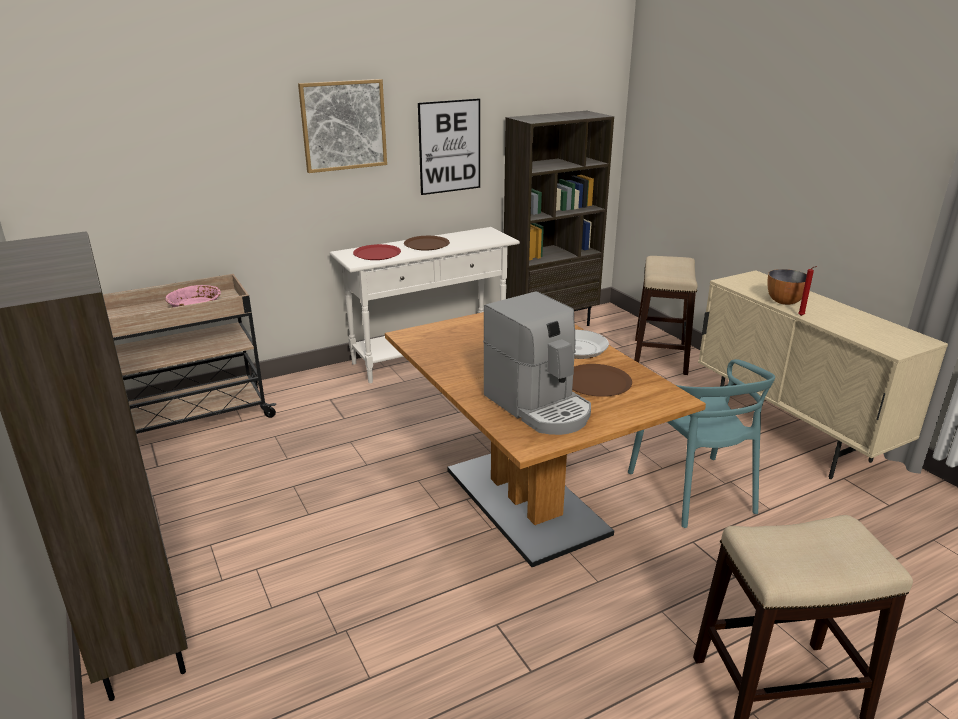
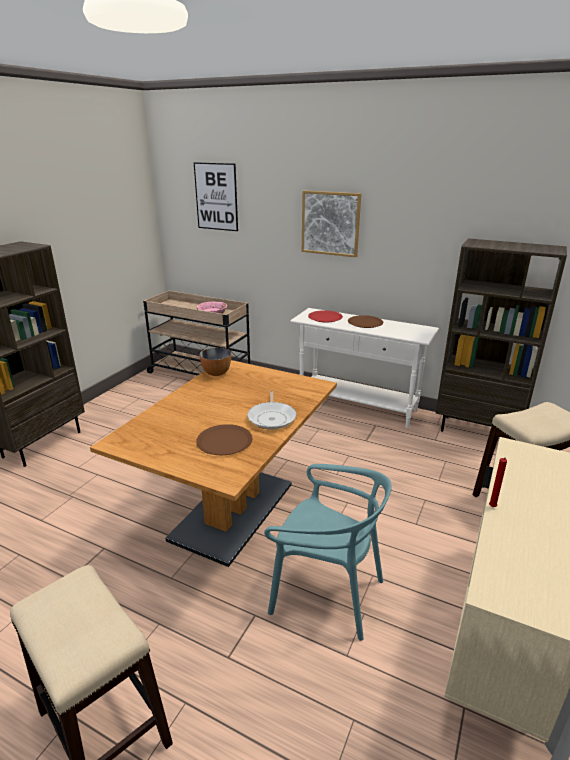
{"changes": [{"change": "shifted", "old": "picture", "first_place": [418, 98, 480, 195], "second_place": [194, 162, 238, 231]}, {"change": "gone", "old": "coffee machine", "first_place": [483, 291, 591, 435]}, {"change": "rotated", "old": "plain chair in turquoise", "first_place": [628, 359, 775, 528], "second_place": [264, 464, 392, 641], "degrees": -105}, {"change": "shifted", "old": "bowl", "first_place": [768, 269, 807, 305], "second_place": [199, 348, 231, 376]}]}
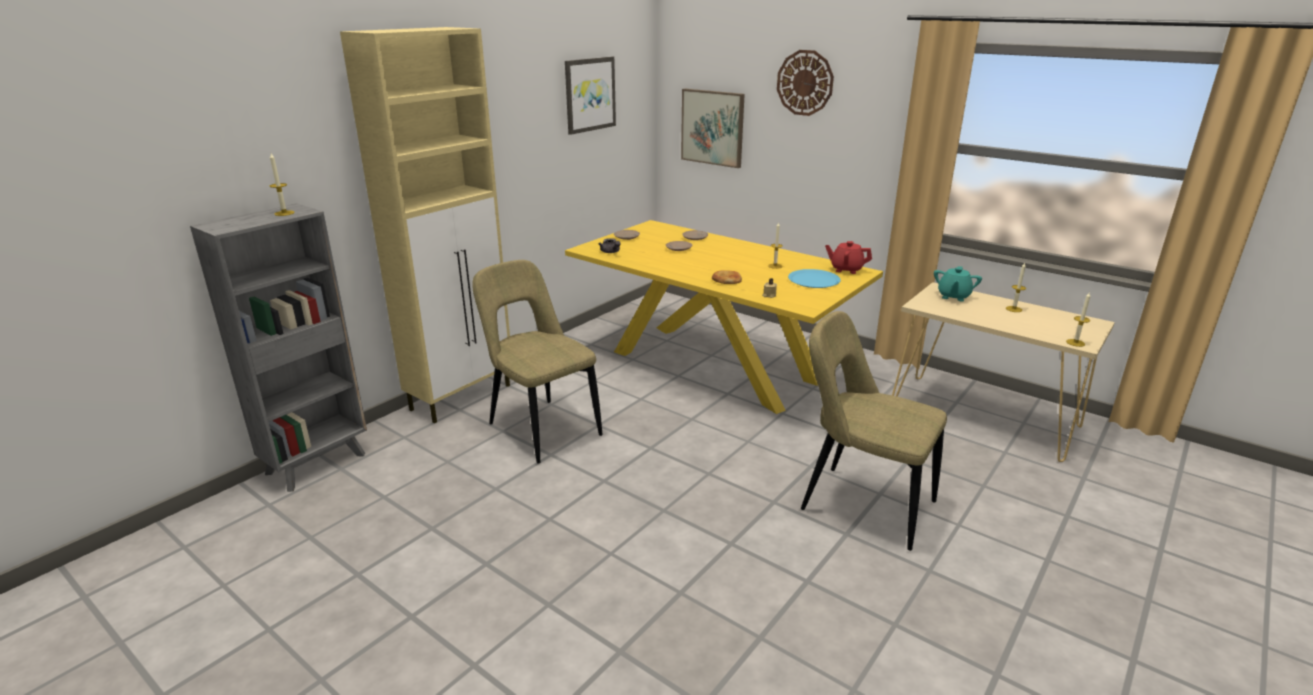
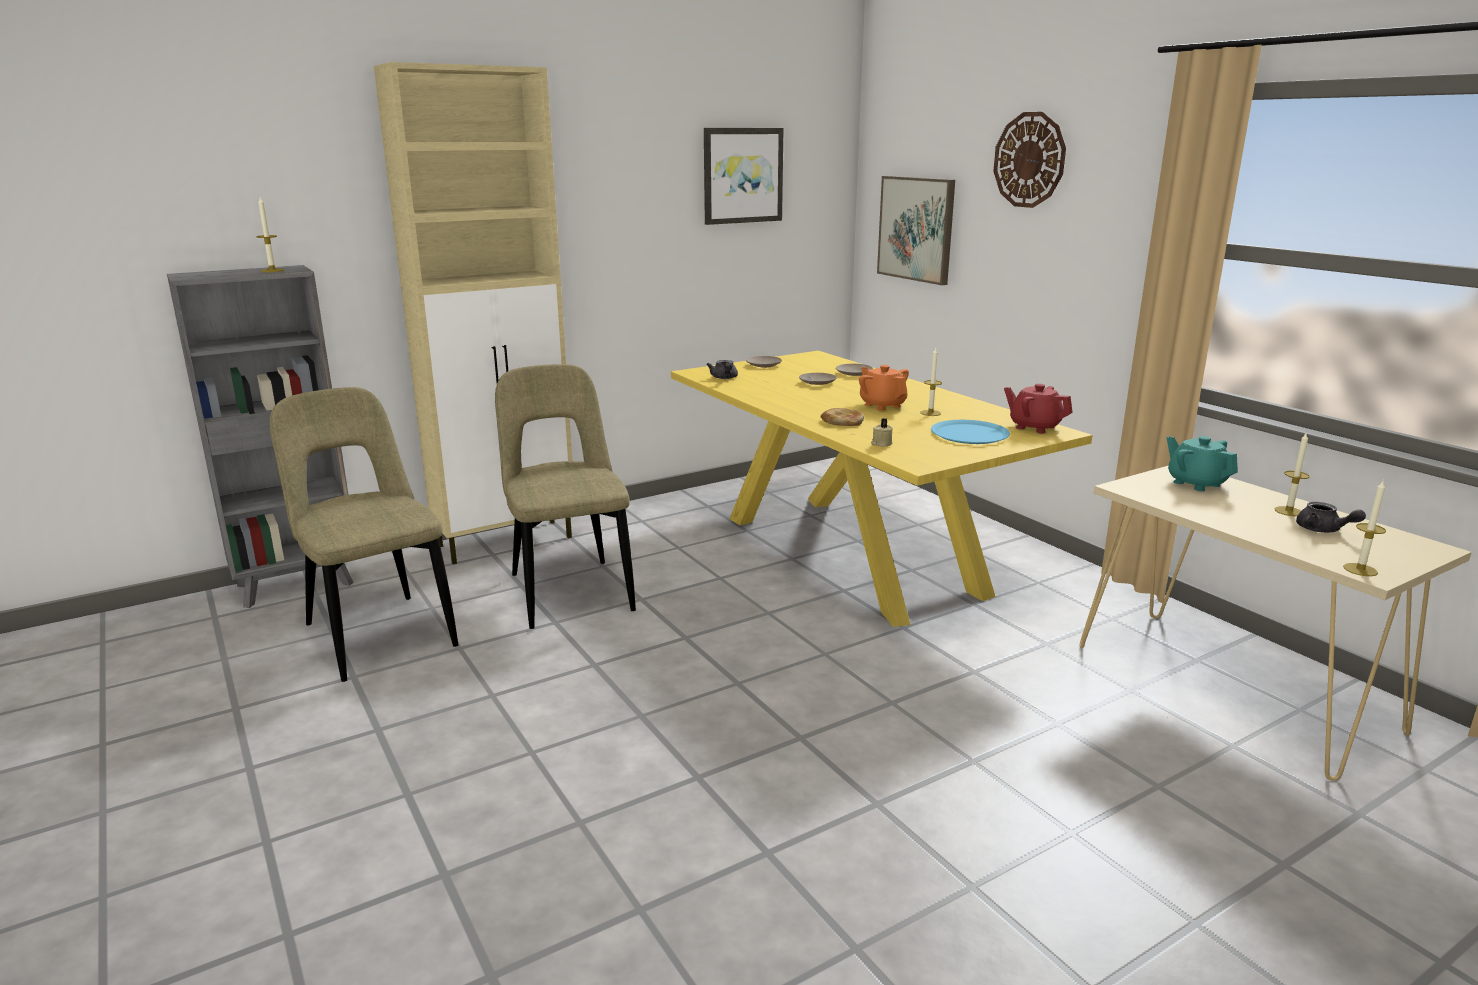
{"changes": [{"change": "shifted", "old": "plain chair in beige-coloured", "first_place": [801, 311, 947, 551], "second_place": [270, 387, 458, 682]}, {"change": "rotated", "old": "pot for tea in turquoise", "first_place": [934, 266, 982, 302], "second_place": [1167, 436, 1238, 491], "degrees": 105}, {"change": "new", "new": "pot for tea in orange", "second_place": [859, 365, 909, 411]}, {"change": "new", "new": "pot for tea in gray", "second_place": [1296, 502, 1366, 533]}]}
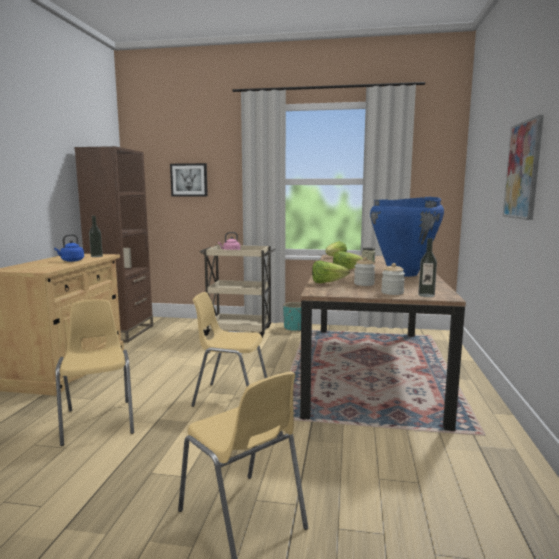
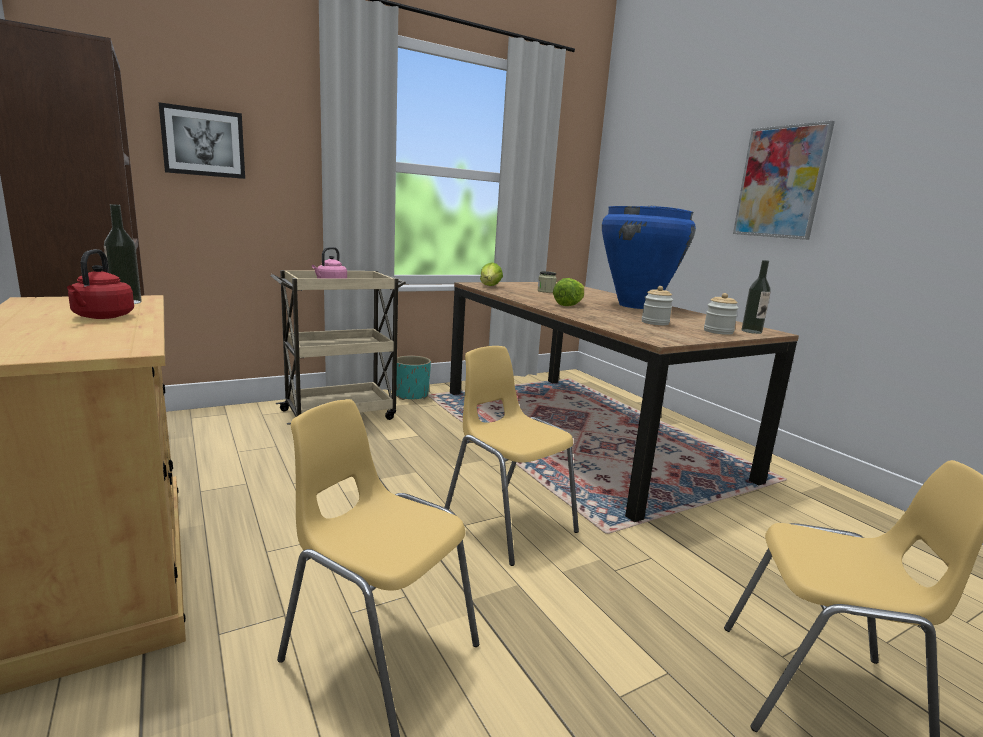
{"changes": [{"change": "repainted", "old": "kettle in blue-coloured", "new": "kettle in reddish", "first_place": [54, 234, 84, 262], "second_place": [67, 249, 134, 319]}, {"change": "rotated", "old": "plain chair in yellowish", "first_place": [191, 292, 267, 407], "second_place": [444, 346, 579, 566], "degrees": 75}, {"change": "gone", "old": "head of lettuce", "first_place": [312, 260, 350, 283]}]}
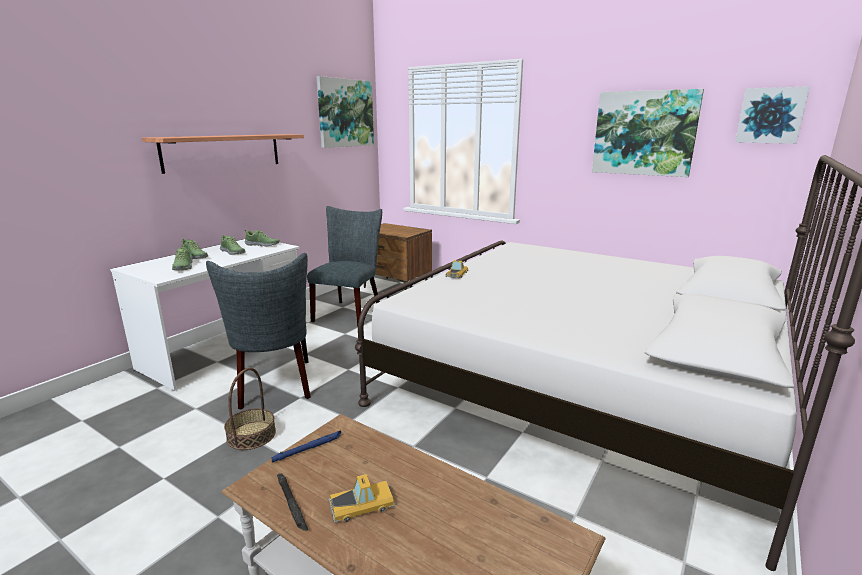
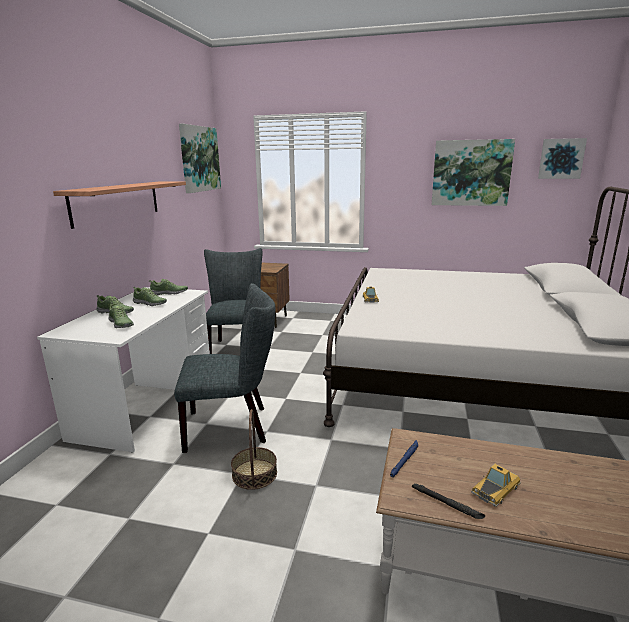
{"changes": [{"change": "rotated", "old": "plain chair in gray", "first_place": [206, 253, 311, 410], "second_place": [174, 283, 275, 453], "degrees": -60}]}
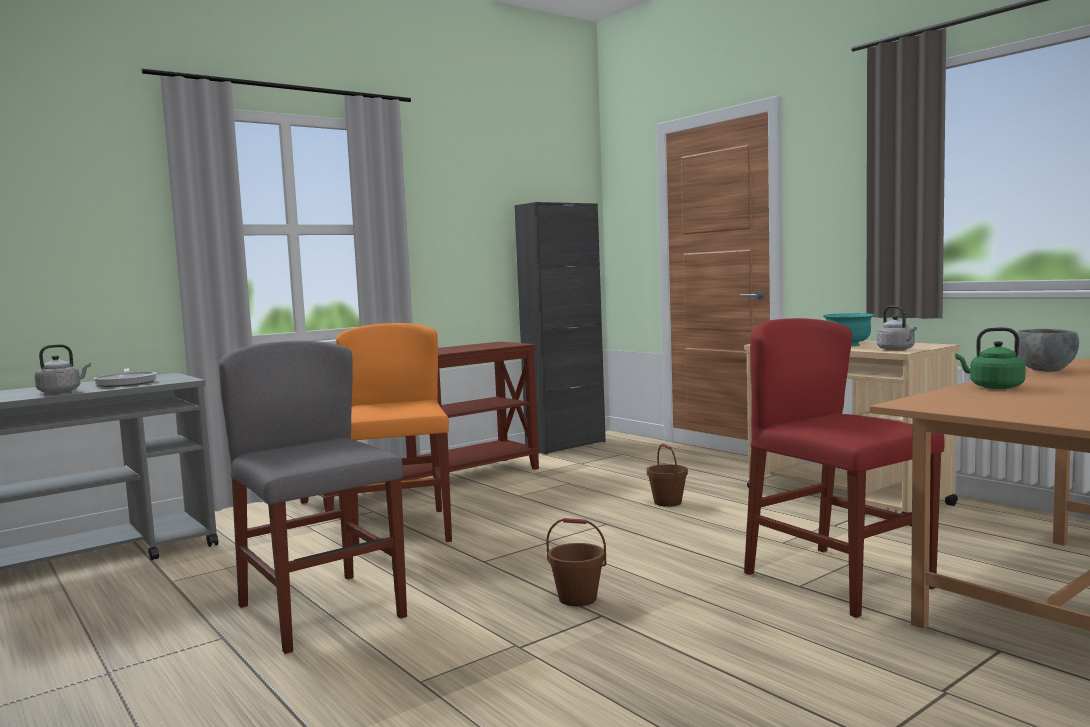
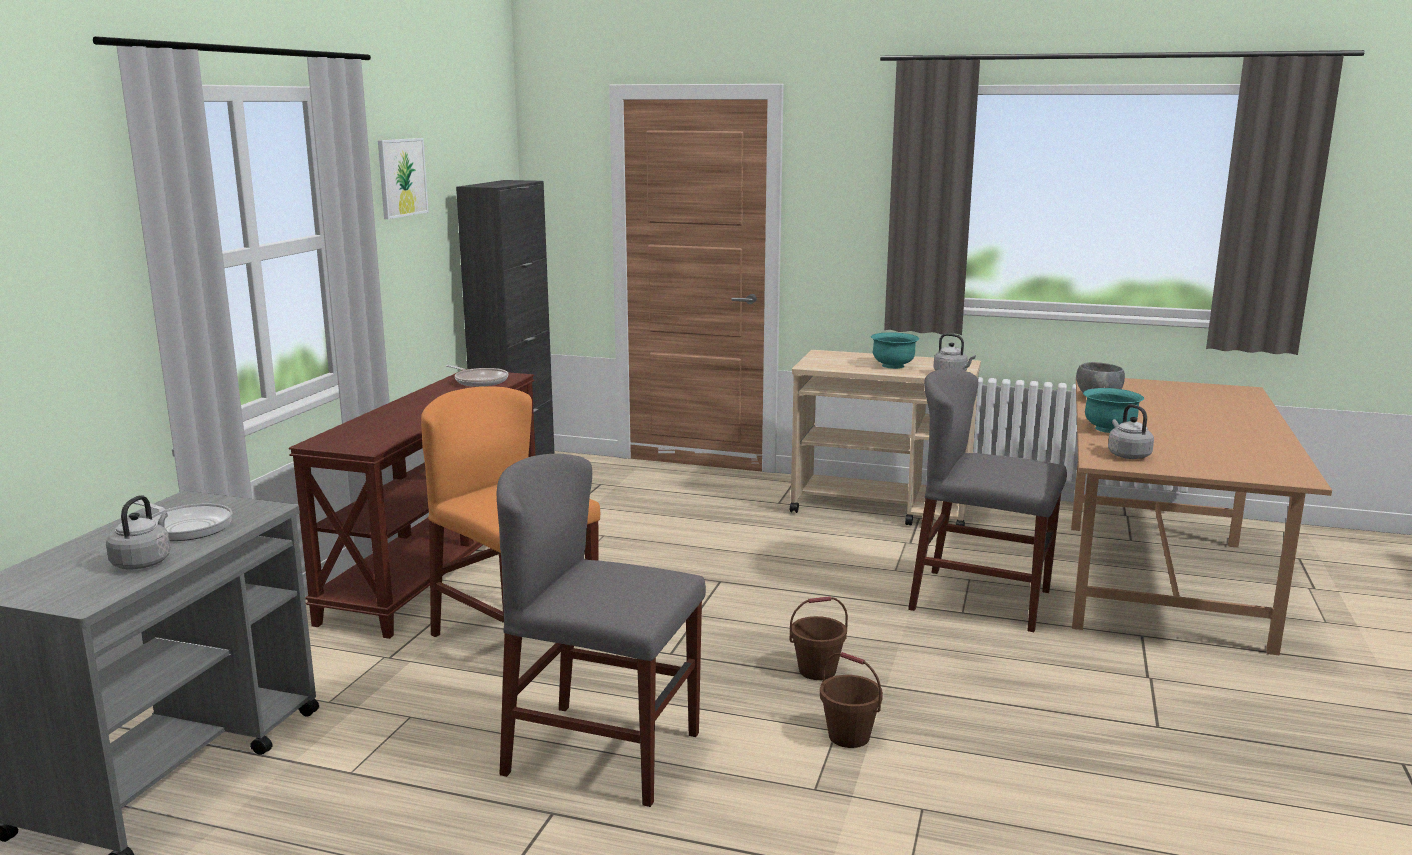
{"changes": [{"change": "shifted", "old": "pail in brownish", "first_place": [647, 443, 688, 507], "second_place": [820, 652, 883, 748]}, {"change": "repainted", "old": "plain chair in reddish", "new": "plain chair in gray", "first_place": [744, 318, 945, 618], "second_place": [908, 369, 1067, 632]}, {"change": "swapped", "old": "kettle in green", "new": "bowl in turquoise", "first_place": [955, 327, 1026, 389], "second_place": [1083, 388, 1144, 433]}, {"change": "new", "new": "picture", "second_place": [378, 138, 429, 219]}, {"change": "new", "new": "skillet", "second_place": [446, 365, 508, 387]}, {"change": "new", "new": "kettle in gray", "second_place": [1108, 404, 1154, 459]}]}
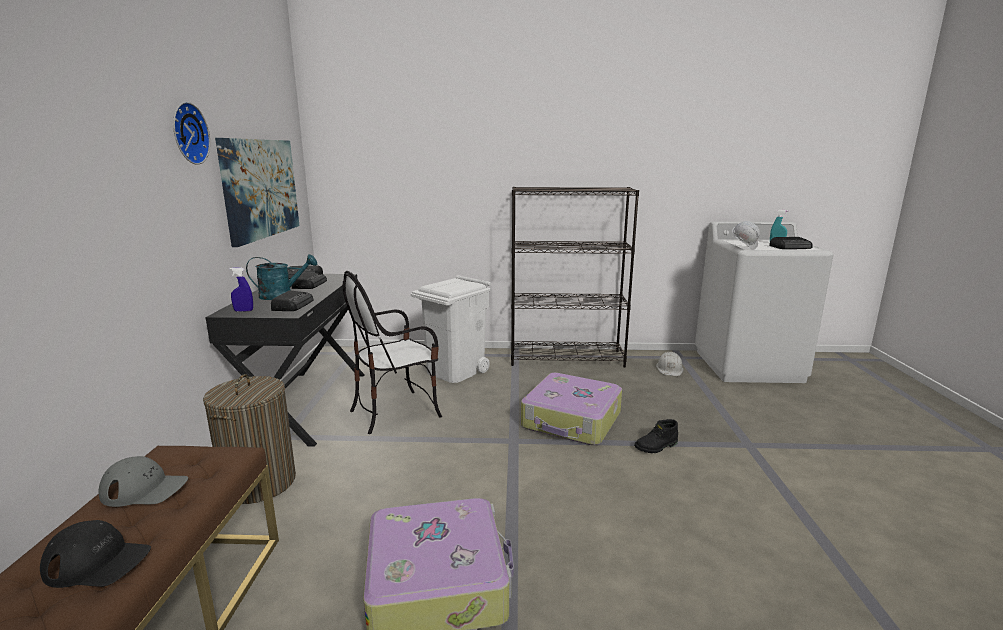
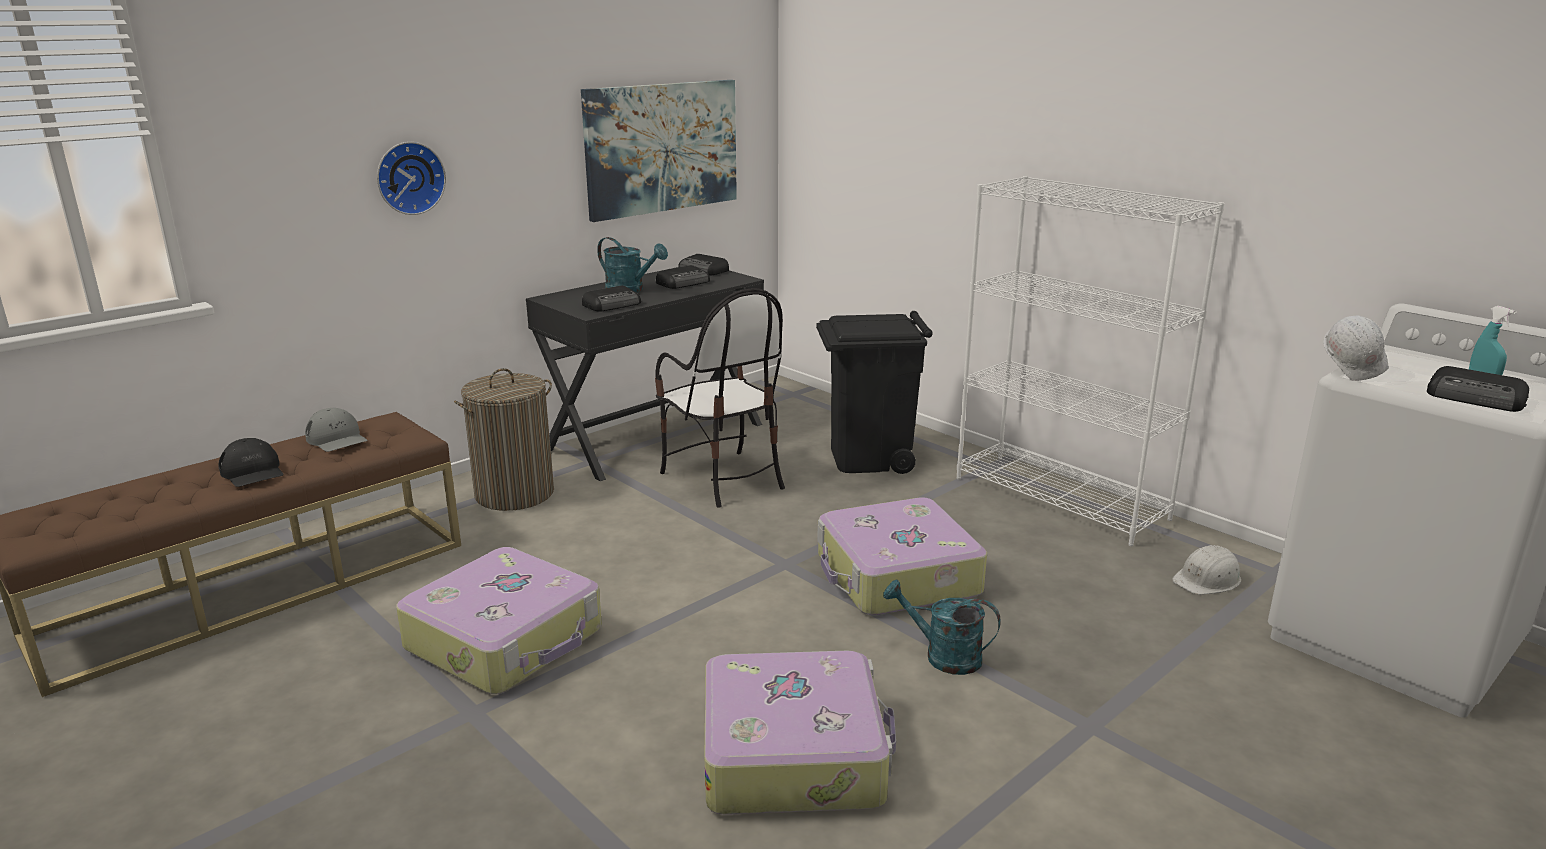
{"changes": [{"change": "shifted", "old": "clock on the wall", "first_place": [173, 102, 210, 165], "second_place": [377, 142, 446, 215]}, {"change": "gone", "old": "spray bottle in blue-coloured", "first_place": [229, 267, 253, 312]}, {"change": "rotated", "old": "plain chair", "first_place": [342, 271, 442, 434], "second_place": [655, 288, 785, 508], "degrees": -135}, {"change": "repainted", "old": "rubbish bin in white-coloured", "new": "rubbish bin in black", "first_place": [411, 275, 491, 383], "second_place": [816, 311, 932, 474]}, {"change": "repainted", "old": "shelving unit in black", "new": "shelving unit in white-coloured", "first_place": [511, 187, 639, 367], "second_place": [957, 176, 1225, 546]}, {"change": "swapped", "old": "tall boot in black", "new": "sprinkling can in turquoise", "first_place": [634, 419, 678, 453], "second_place": [883, 580, 1001, 675]}, {"change": "new", "new": "piece of luggage", "second_place": [705, 651, 896, 814]}]}
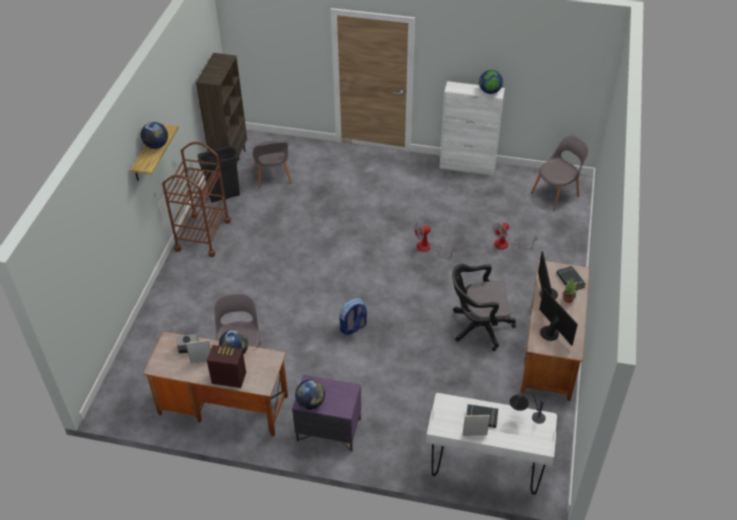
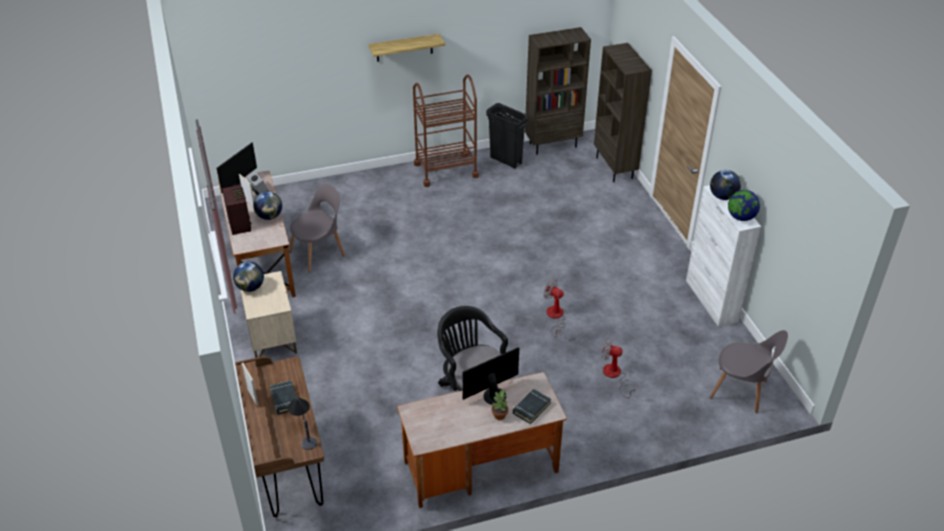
{"changes": [{"change": "shifted", "old": "desk globe", "first_place": [141, 122, 168, 149], "second_place": [710, 170, 741, 200]}, {"change": "gone", "old": "plain chair in gray", "first_place": [253, 141, 292, 189]}, {"change": "repainted", "old": "night table in purple", "new": "night table in beige-coloured", "first_place": [292, 375, 361, 452], "second_place": [241, 271, 297, 358]}, {"change": "gone", "old": "backpack", "first_place": [339, 298, 367, 335]}, {"change": "repainted", "old": "desk in white-coloured", "new": "desk in brownish", "first_place": [426, 393, 557, 495], "second_place": [235, 356, 325, 517]}, {"change": "shifted", "old": "monitor", "first_place": [539, 288, 578, 346], "second_place": [217, 142, 257, 193]}, {"change": "new", "new": "shelving unit in brownish", "second_place": [594, 43, 652, 182]}]}
